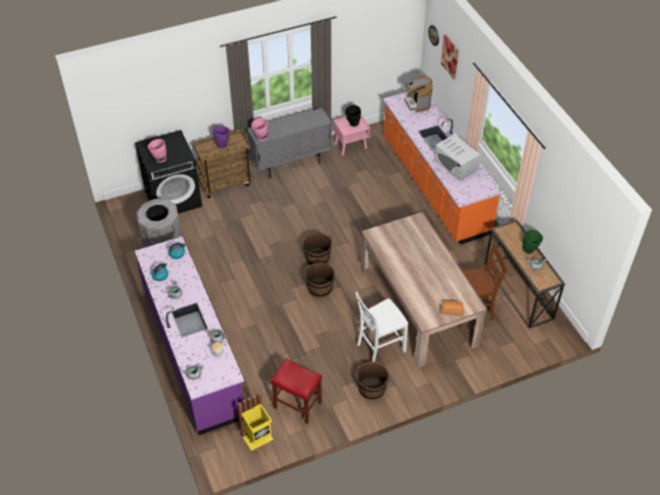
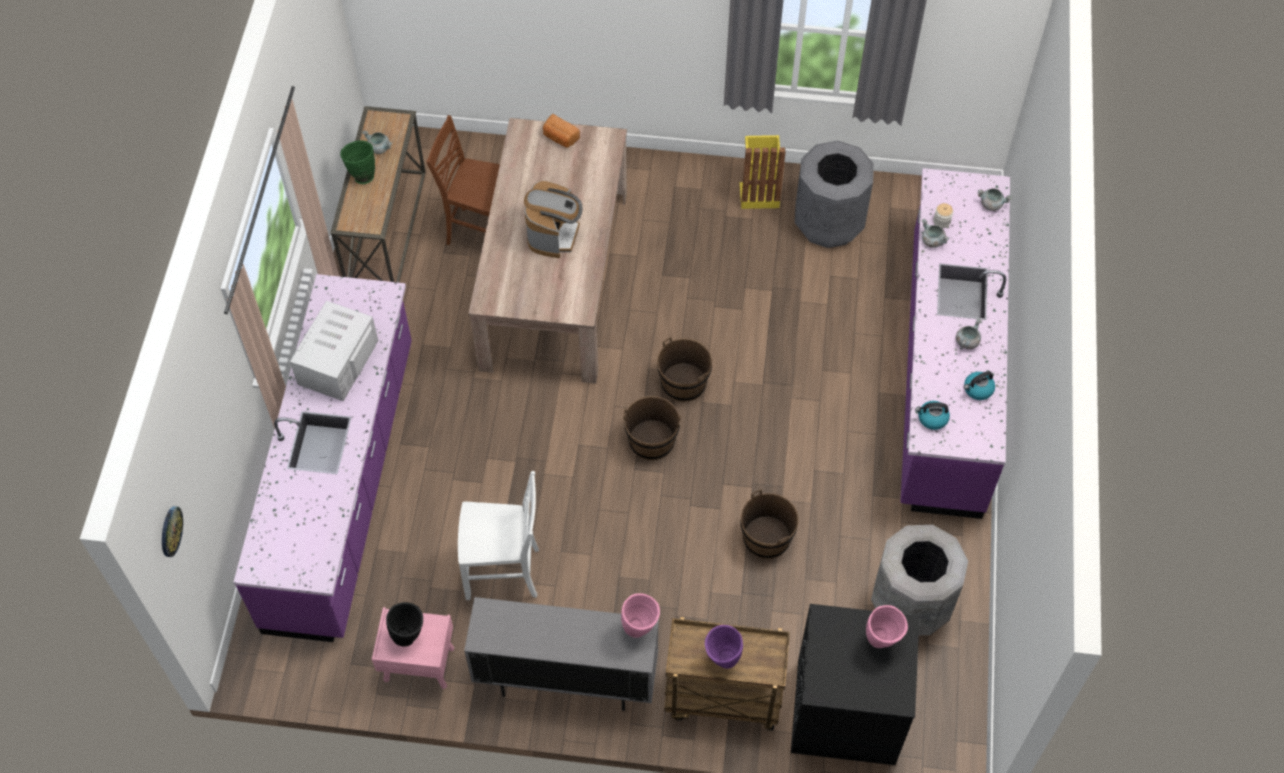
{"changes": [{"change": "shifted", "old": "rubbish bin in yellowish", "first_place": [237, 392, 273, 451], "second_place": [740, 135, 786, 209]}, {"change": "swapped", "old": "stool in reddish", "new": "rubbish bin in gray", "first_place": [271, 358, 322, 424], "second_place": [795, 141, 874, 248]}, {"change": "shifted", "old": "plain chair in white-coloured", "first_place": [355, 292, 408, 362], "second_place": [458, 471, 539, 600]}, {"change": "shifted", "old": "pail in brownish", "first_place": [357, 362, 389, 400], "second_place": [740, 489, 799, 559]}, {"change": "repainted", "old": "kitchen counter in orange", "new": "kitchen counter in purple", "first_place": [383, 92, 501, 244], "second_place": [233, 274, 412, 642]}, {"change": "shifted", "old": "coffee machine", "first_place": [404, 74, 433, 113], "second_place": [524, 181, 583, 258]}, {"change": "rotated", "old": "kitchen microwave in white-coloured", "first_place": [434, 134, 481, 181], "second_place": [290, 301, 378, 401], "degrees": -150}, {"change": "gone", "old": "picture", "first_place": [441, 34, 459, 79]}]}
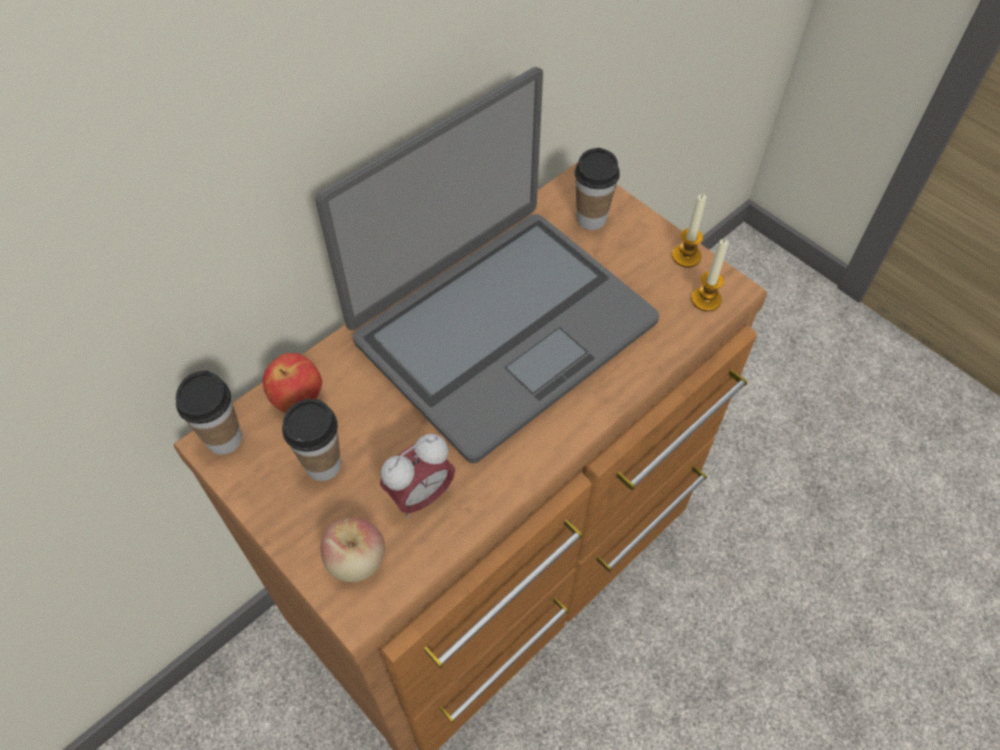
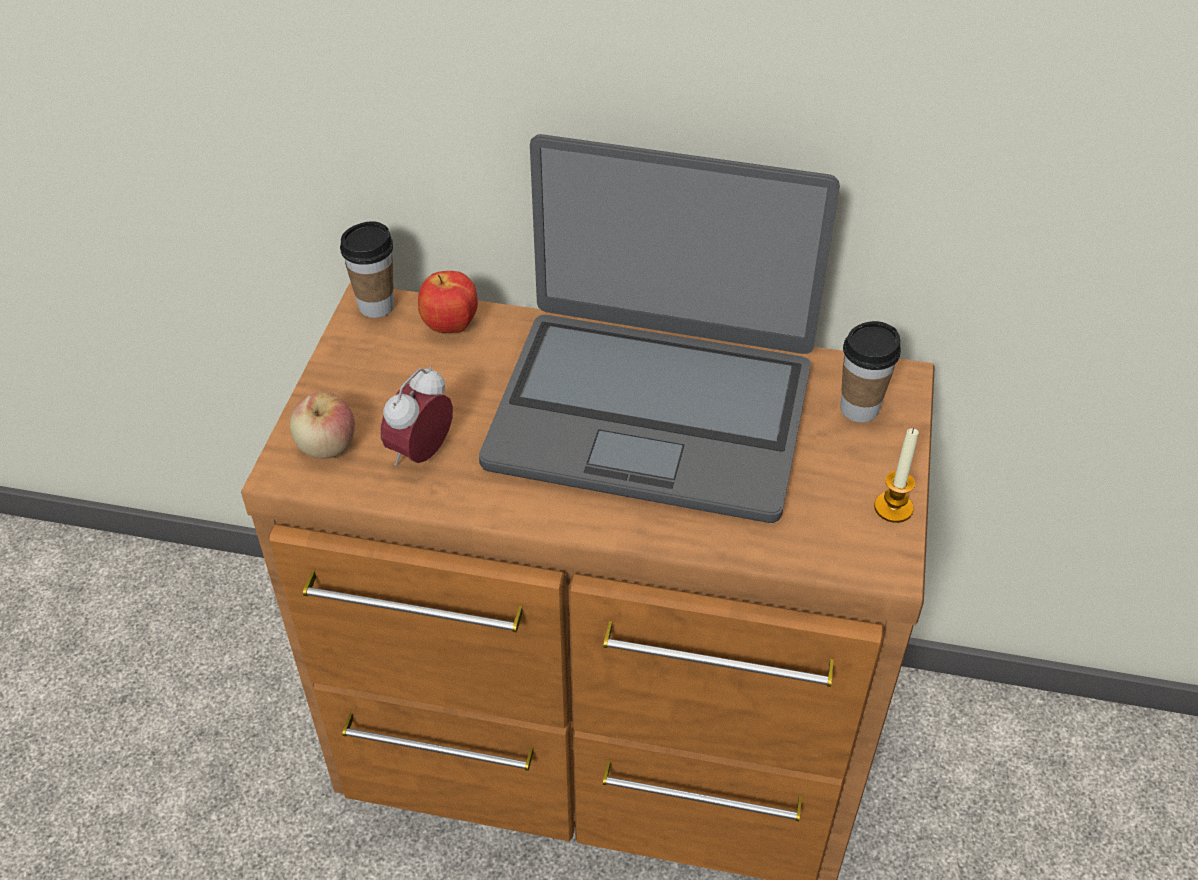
{"changes": [{"change": "gone", "old": "cup", "first_place": [282, 399, 341, 481]}, {"change": "rotated", "old": "bedside clock", "first_place": [380, 434, 455, 519], "second_place": [381, 366, 453, 466], "degrees": 105}, {"change": "gone", "old": "wax candle", "first_place": [691, 239, 729, 312]}]}
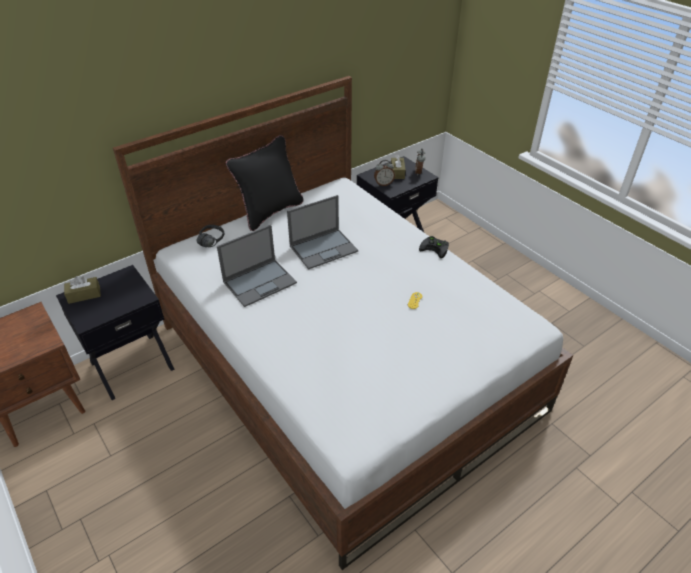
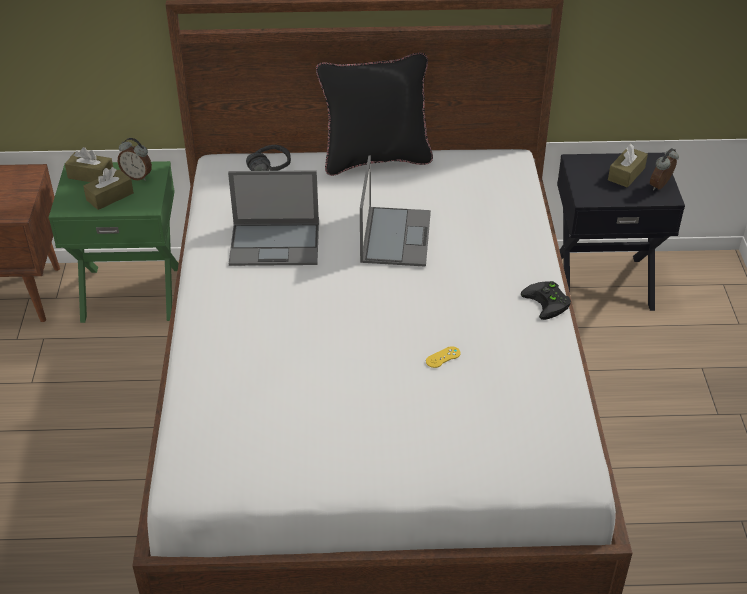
{"changes": [{"change": "repainted", "old": "night table in black", "new": "night table in green", "first_place": [56, 265, 174, 400], "second_place": [48, 161, 179, 323]}, {"change": "rotated", "old": "portable computer", "first_place": [287, 195, 358, 270], "second_place": [360, 155, 431, 267], "degrees": -90}, {"change": "shifted", "old": "bedside clock", "first_place": [374, 160, 395, 186], "second_place": [118, 138, 152, 181]}, {"change": "new", "new": "tissue box in brownish", "second_place": [83, 167, 134, 210]}]}
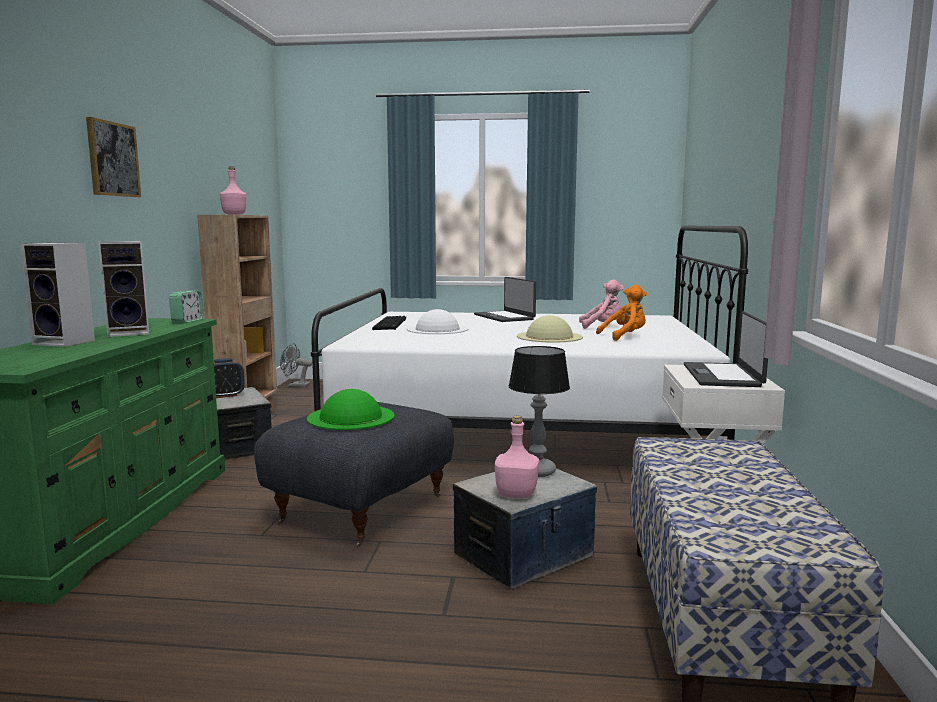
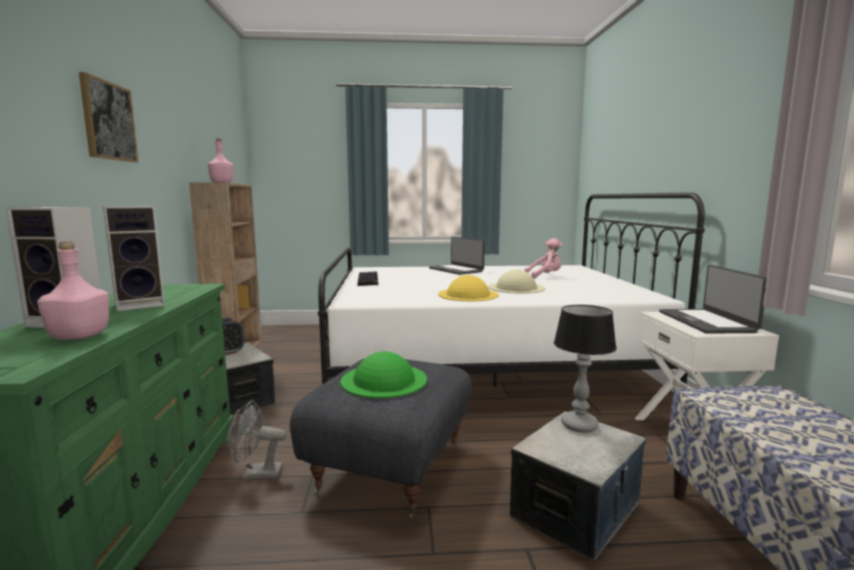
{"changes": [{"change": "gone", "old": "bedside clock", "first_place": [169, 291, 204, 323]}, {"change": "shifted", "old": "fan in gray", "first_place": [280, 343, 312, 387], "second_place": [227, 400, 287, 479]}, {"change": "gone", "old": "clothing hat in white-coloured", "first_place": [407, 309, 468, 334]}, {"change": "shifted", "old": "bottle in pink-coloured", "first_place": [495, 416, 539, 499], "second_place": [37, 241, 109, 340]}, {"change": "gone", "old": "plush toy in orange", "first_place": [596, 285, 647, 341]}, {"change": "new", "new": "clothing hat in yellowish", "second_place": [438, 275, 499, 301]}]}
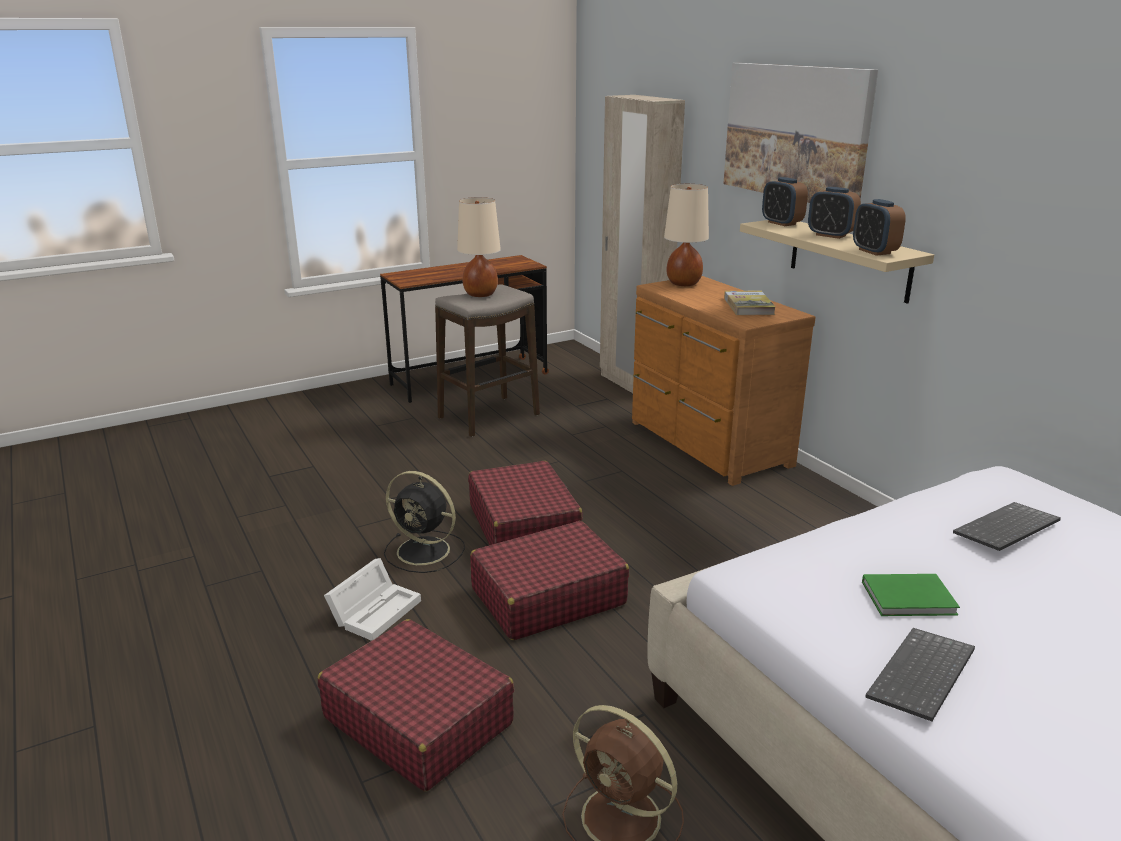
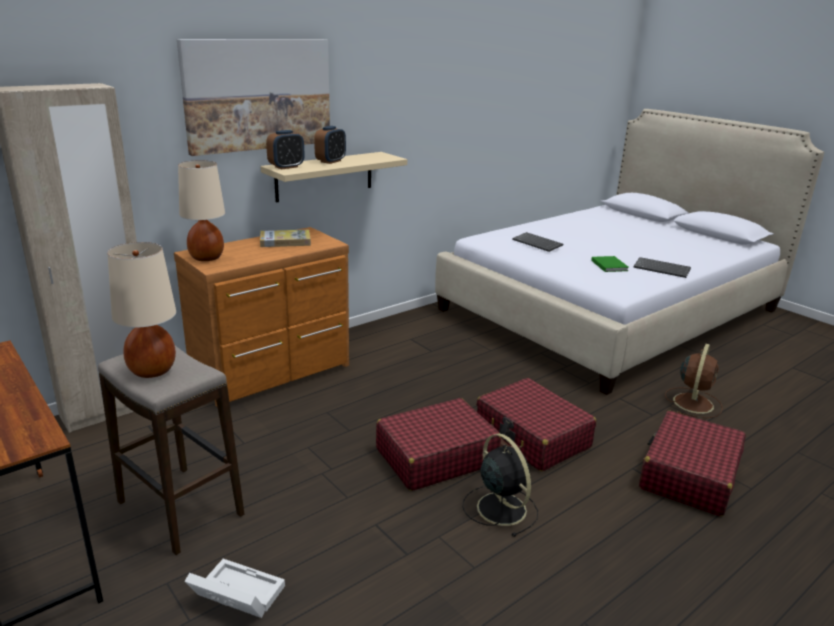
{"changes": [{"change": "shifted", "old": "storage bin in white-coloured", "first_place": [324, 558, 421, 641], "second_place": [184, 559, 285, 618]}, {"change": "rotated", "old": "fan in black", "first_place": [384, 471, 465, 573], "second_place": [462, 434, 538, 537], "degrees": -45}, {"change": "gone", "old": "bedside clock", "first_place": [853, 199, 906, 256]}]}
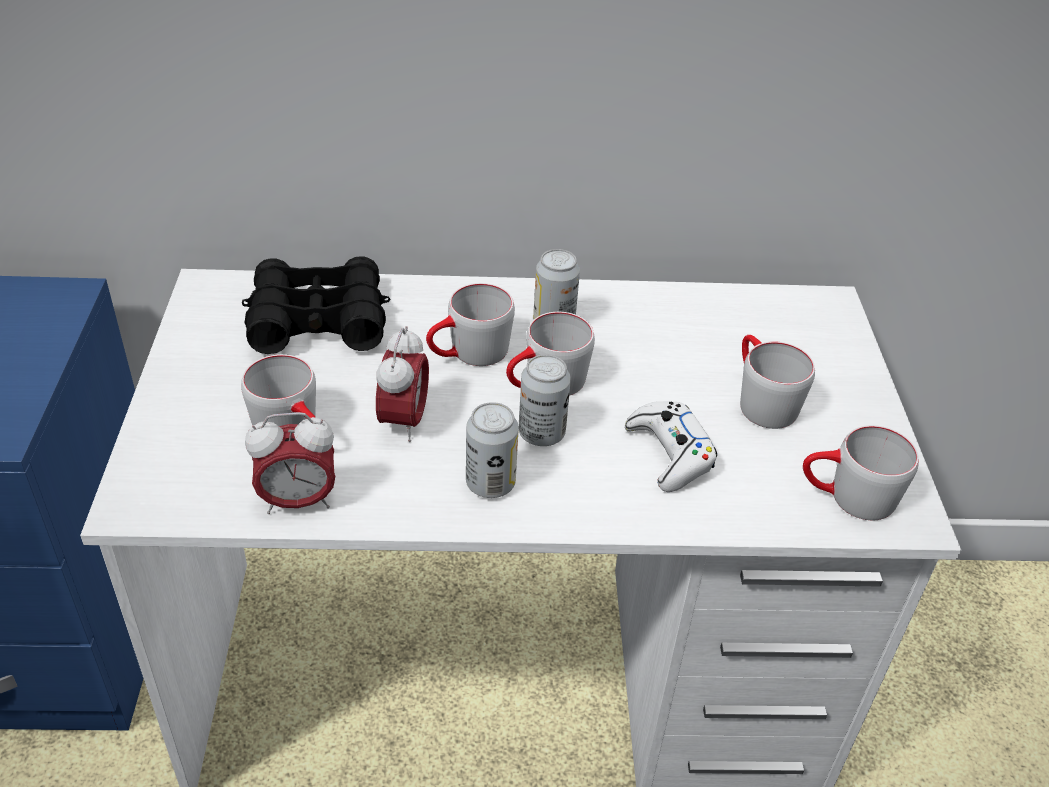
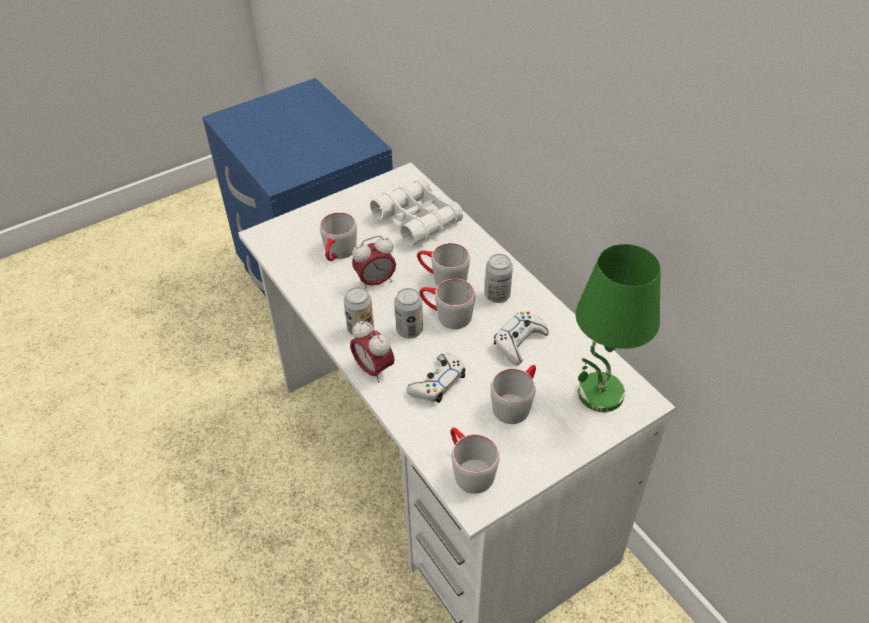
{"changes": [{"change": "repainted", "old": "binoculars in black", "new": "binoculars in white-coloured", "first_place": [242, 256, 391, 354], "second_place": [370, 178, 463, 246]}, {"change": "shifted", "old": "bedside clock", "first_place": [245, 412, 335, 514], "second_place": [350, 321, 395, 383]}, {"change": "new", "new": "joypad in white-coloured", "second_place": [494, 311, 549, 365]}, {"change": "new", "new": "tabletop lamp in green", "second_place": [575, 244, 661, 412]}]}
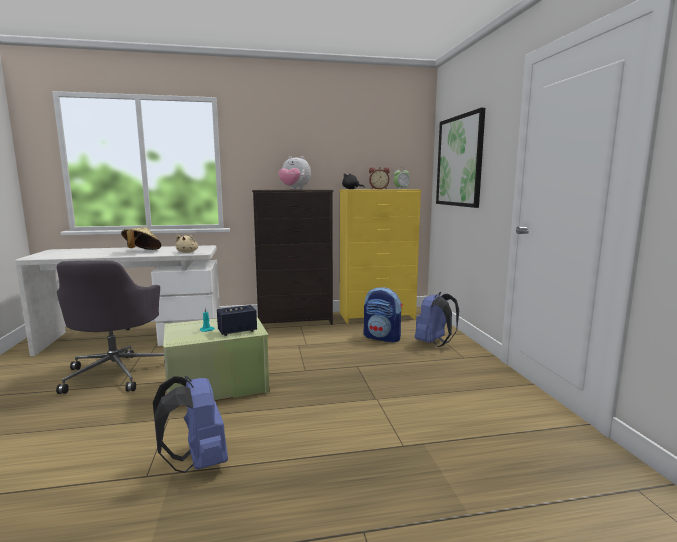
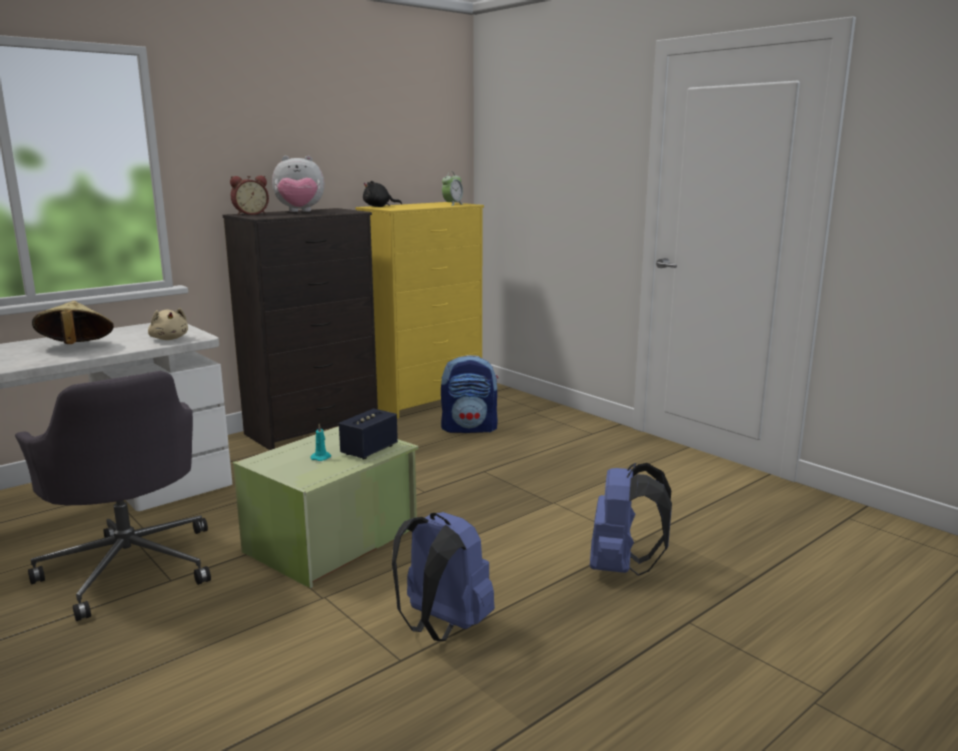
{"changes": [{"change": "shifted", "old": "bedside clock", "first_place": [369, 167, 390, 189], "second_place": [230, 176, 269, 215]}, {"change": "shifted", "old": "backpack in blue-coloured", "first_place": [415, 292, 459, 347], "second_place": [590, 463, 672, 576]}, {"change": "gone", "old": "picture", "first_place": [436, 108, 485, 208]}]}
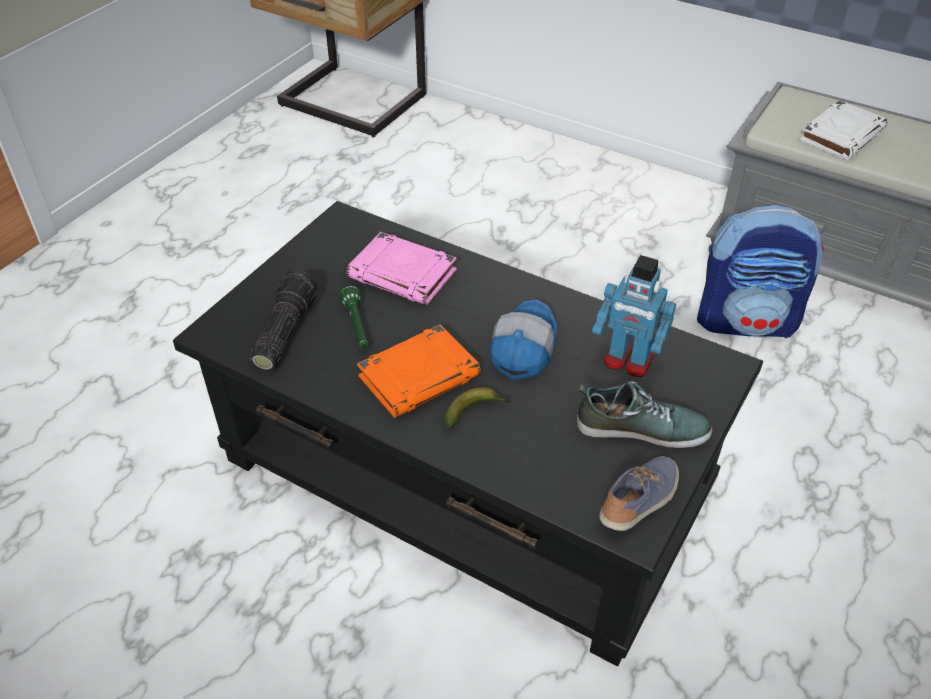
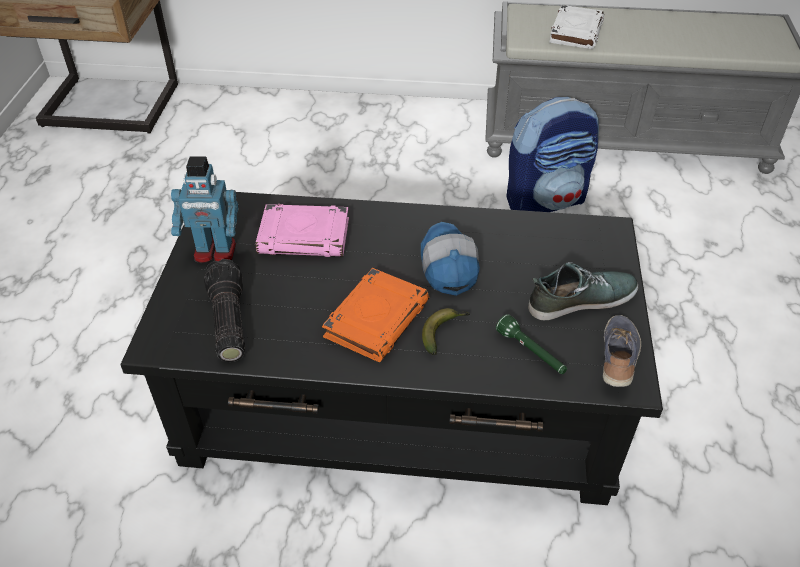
{"changes": [{"change": "shifted", "old": "torch in green", "first_place": [340, 286, 369, 349], "second_place": [496, 314, 567, 374]}, {"change": "shifted", "old": "model robot", "first_place": [592, 255, 676, 377], "second_place": [171, 156, 238, 263]}]}
